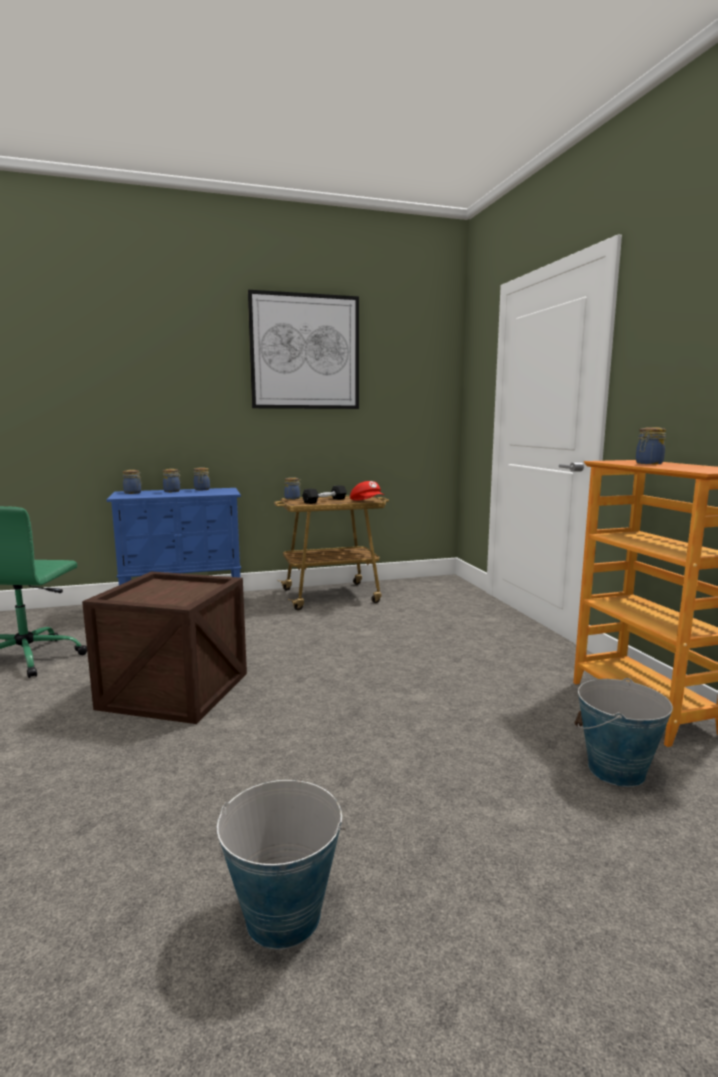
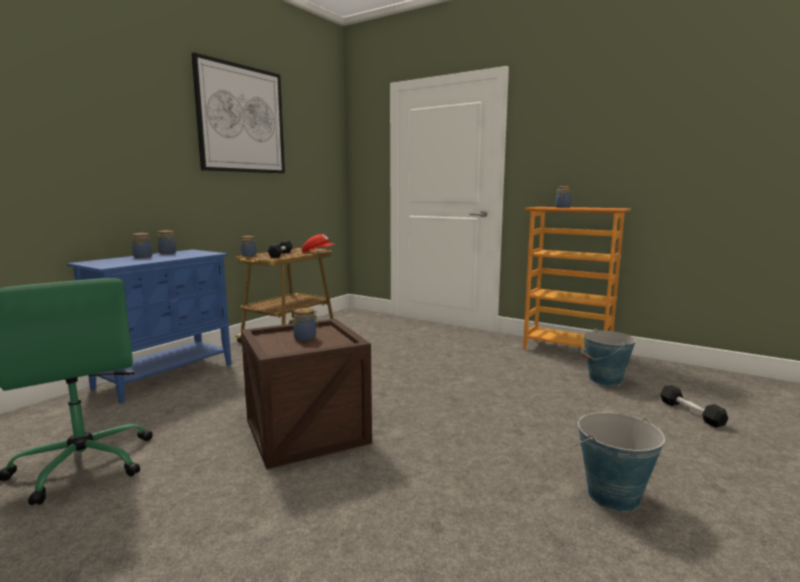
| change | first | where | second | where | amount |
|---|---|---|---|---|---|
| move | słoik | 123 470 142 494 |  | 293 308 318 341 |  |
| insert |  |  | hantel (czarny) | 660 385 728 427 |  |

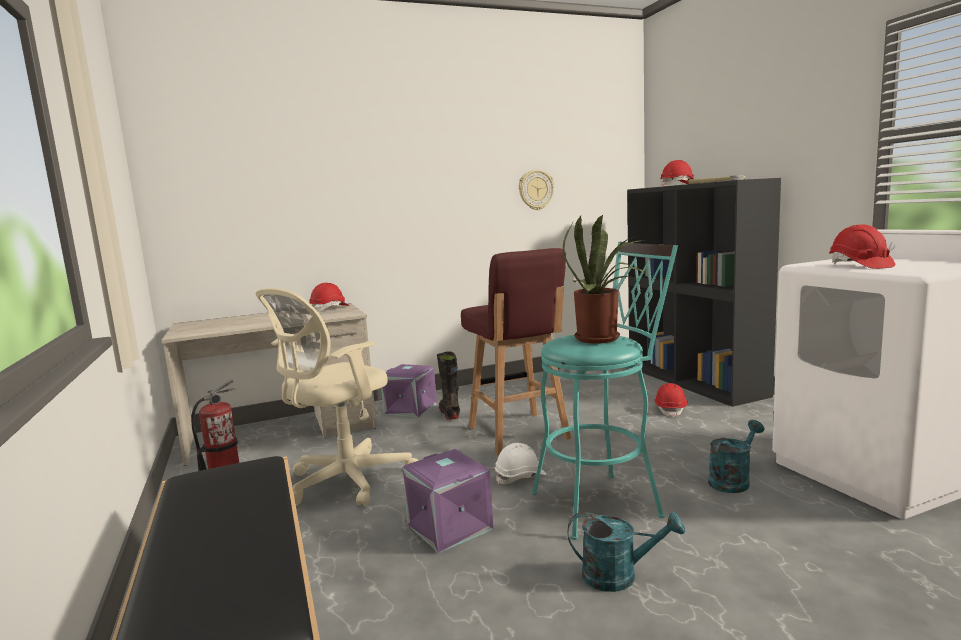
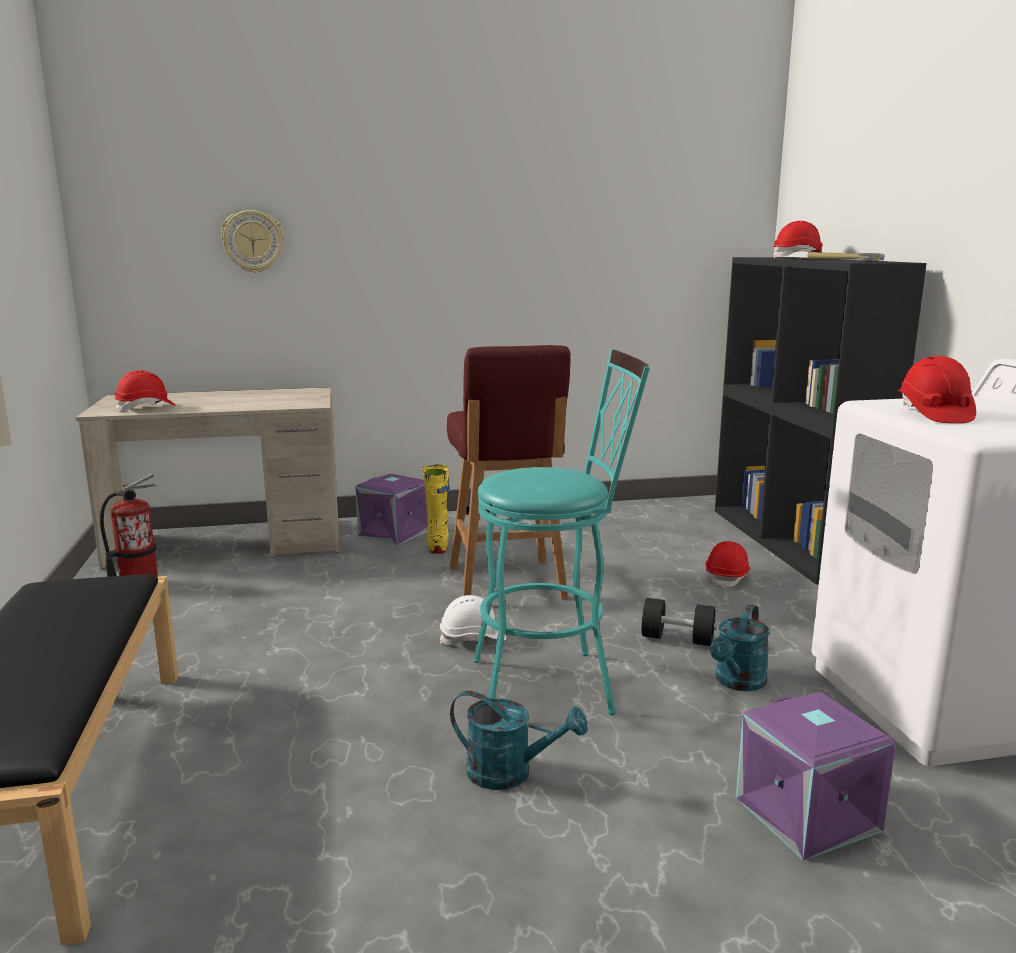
| change | first | where | second | where | amount |
|---|---|---|---|---|---|
| delete | krzesło biurowe (beżowy) | 256 288 419 506 |  |  |  |
| move | kask (czerwony) | 309 283 350 311 |  | 114 370 176 412 |  |
| move | pojemnik do przechowywania (fioletowy) | 402 449 494 553 |  | 736 692 896 861 |  |
| recolor | but z cholewką (czarny) | 437 351 460 420 | but z cholewką (żółty) | 423 464 450 554 |  |
| move | zegar ścienny | 519 170 554 210 |  | 221 210 284 273 |  |
| delete | roślina doniczkowa | 563 215 646 344 |  |  |  |
| rotate | konewka (turkusowy) | 708 420 764 493 |  | 710 604 770 691 | 150 degrees clockwise |
| insert |  |  | hantel (czarny) | 642 598 717 646 |  |

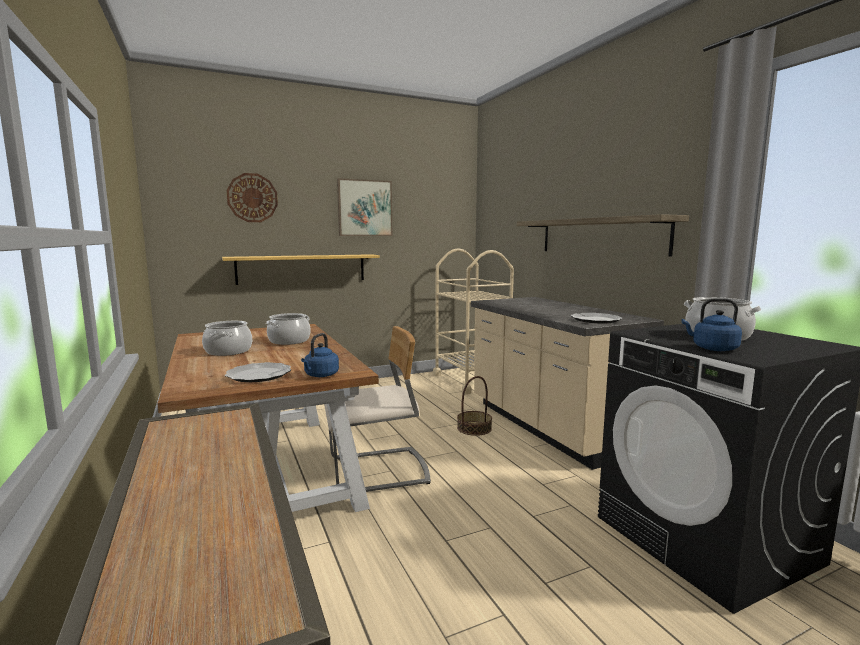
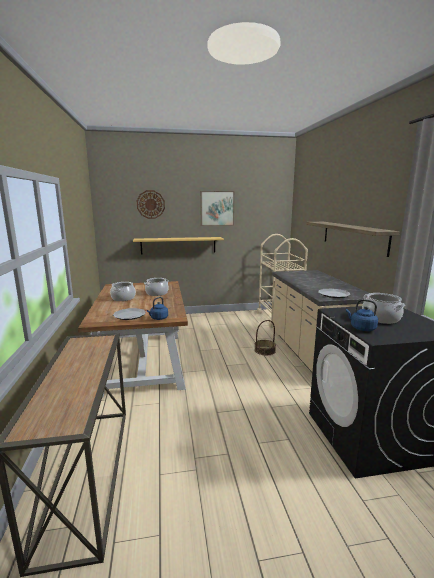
| change | first | where | second | where | amount |
|---|---|---|---|---|---|
| delete | krzesło (beżowy) | 324 326 431 492 |  |  |  |

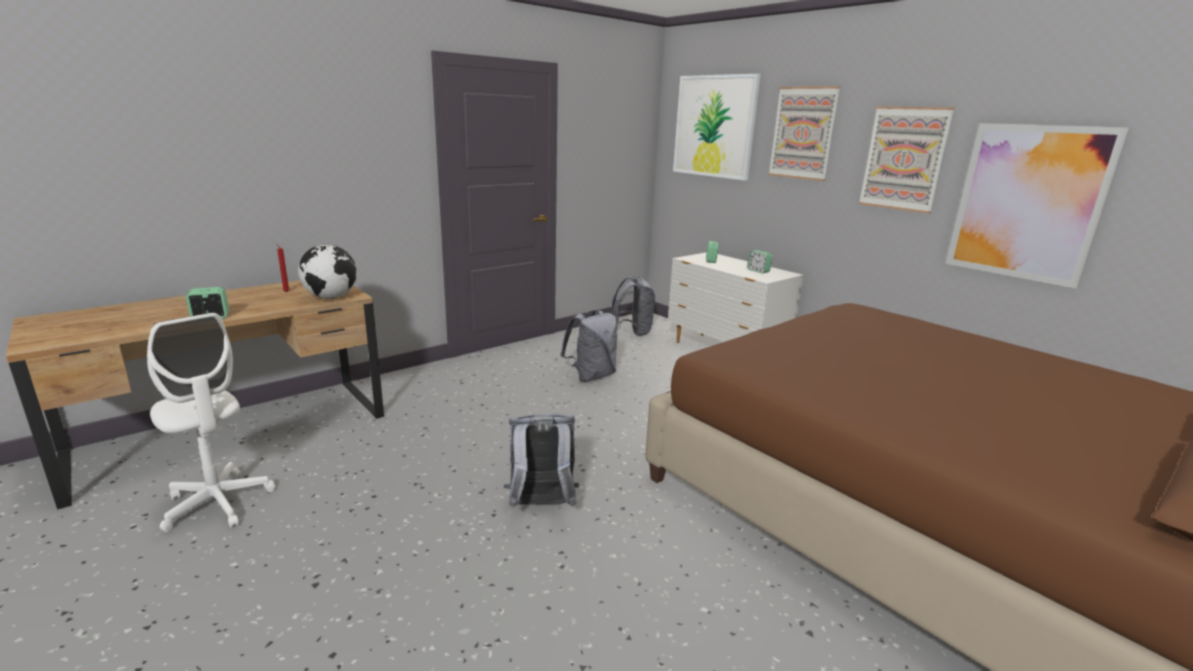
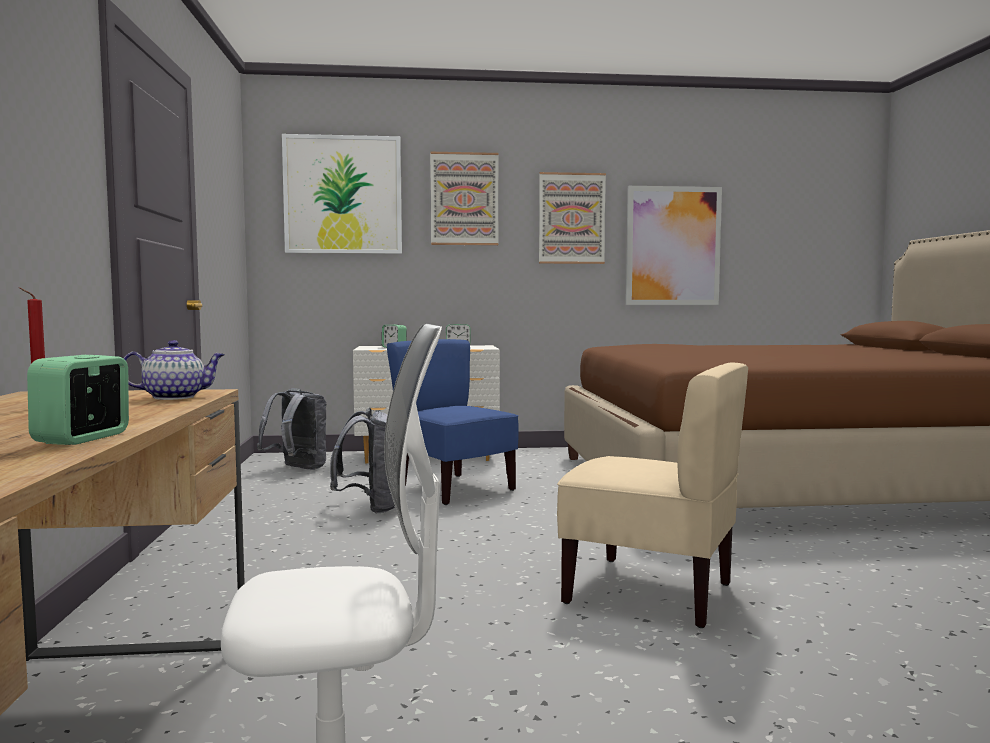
| change | first | where | second | where | amount |
|---|---|---|---|---|---|
| replace | globus | 298 245 357 299 | imbryk | 123 340 225 400 |  |
| replace | plecak (szary) | 504 413 579 508 | krzesło (beżowy) | 557 363 748 628 |  |
| insert |  |  | krzesło (niebieski) | 387 339 519 505 |  |

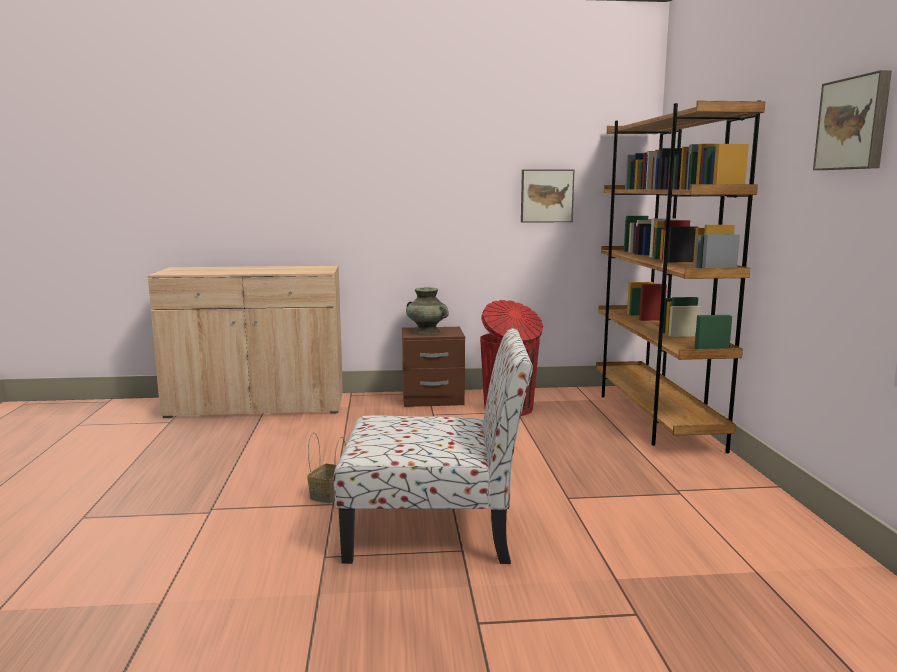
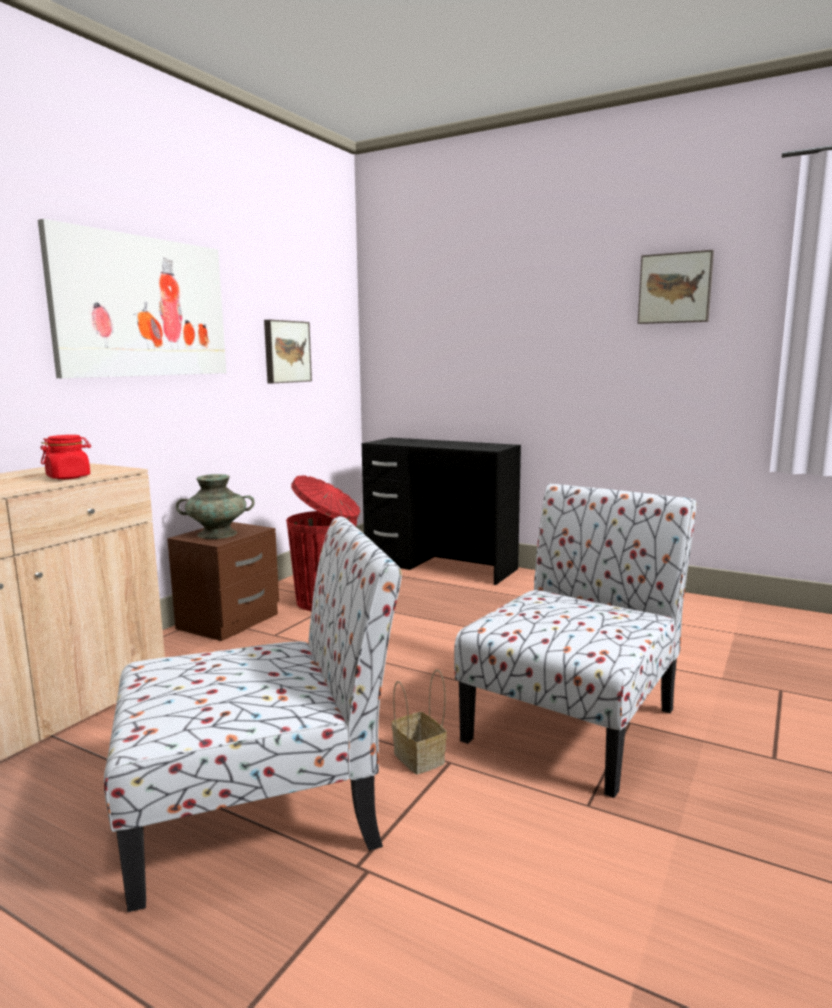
| change | first | where | second | where | amount |
|---|---|---|---|---|---|
| replace | regał (brązowy) | 596 101 765 453 | biurko (czarny) | 361 438 521 585 |  |
| insert |  |  | obraz | 38 219 226 378 |  |
| insert |  |  | słoik (czerwony) | 40 435 91 479 |  |
| insert |  |  | krzesło | 104 516 402 912 |  |

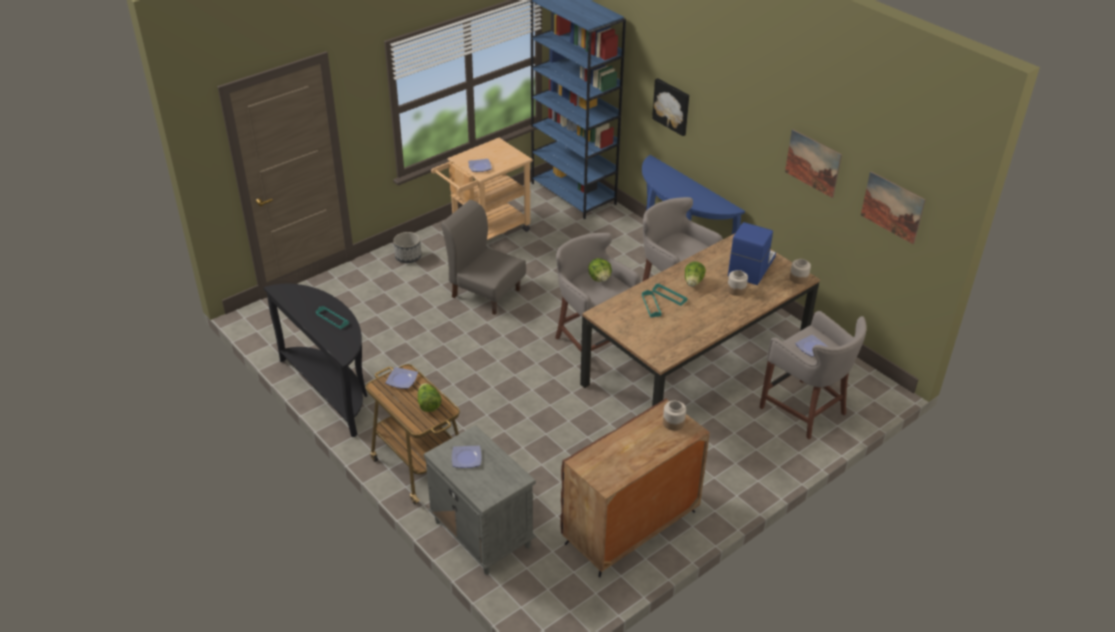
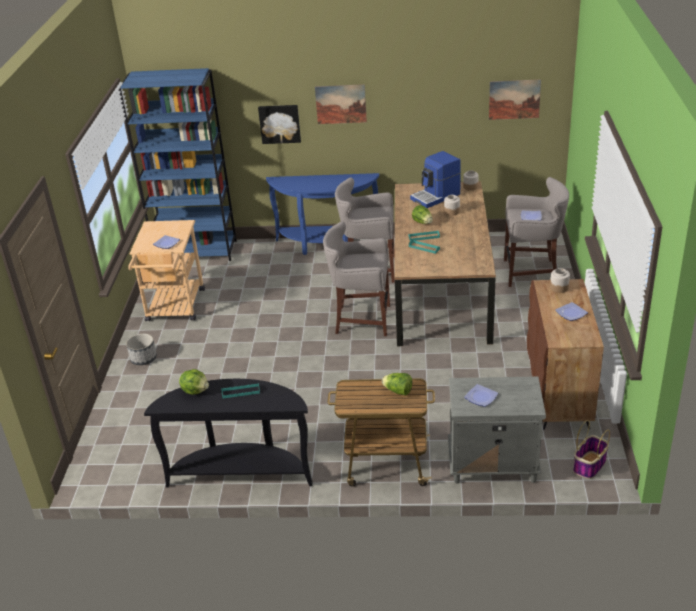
| change | first | where | second | where | amount |
|---|---|---|---|---|---|
| move | talerz | 385 367 418 389 |  | 555 302 588 321 |  |
| delete | krzesło (szary) | 441 200 526 315 |  |  |  |
| move | sałata | 588 258 612 282 |  | 179 369 209 395 |  |
| rotate | ekspres do kawy | 728 222 776 285 |  | 410 151 461 208 | 105 degrees counterclockwise |
| move | obraz | 785 129 842 198 |  | 315 84 367 124 |  |
| insert |  |  | koszyk | 573 420 610 479 |  |

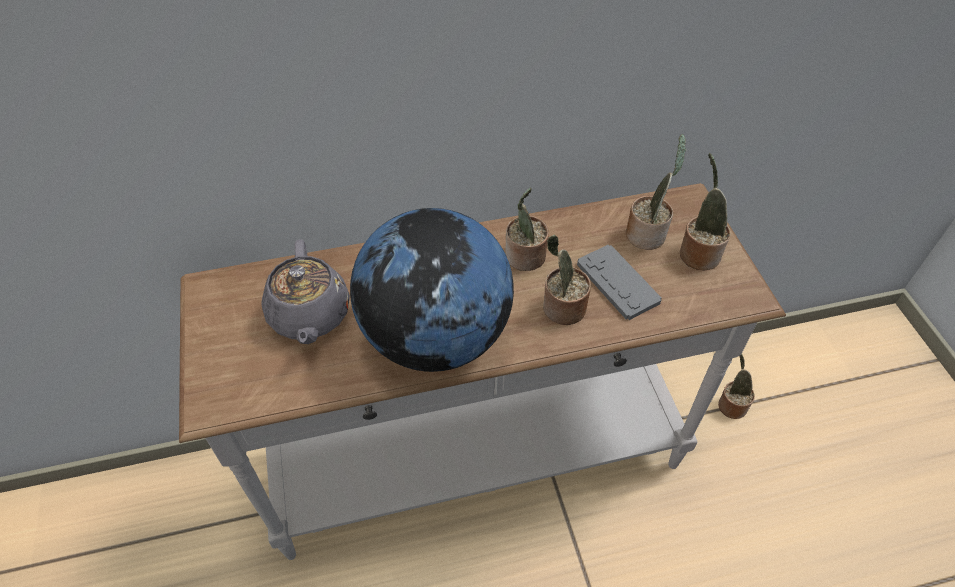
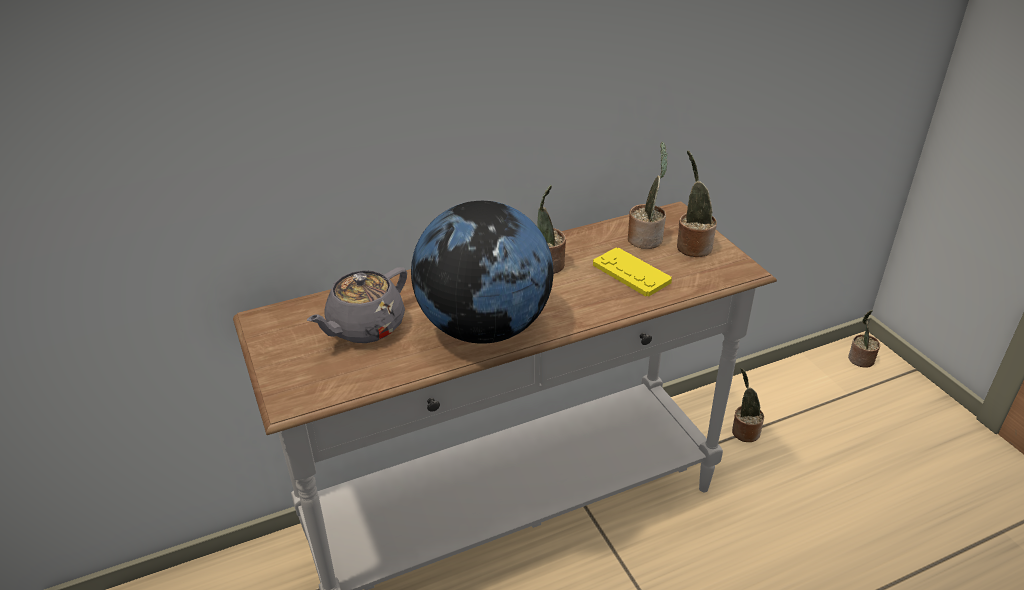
| change | first | where | second | where | amount |
|---|---|---|---|---|---|
| rotate | imbryk (szary) | 261 239 350 344 |  | 307 267 407 343 | 60 degrees clockwise |
| move | roślina doniczkowa | 543 235 591 325 |  | 848 310 880 368 |  |
| recolor | pad do gier (szary) | 577 245 662 320 | pad do gier (żółty) | 593 248 672 297 |  |

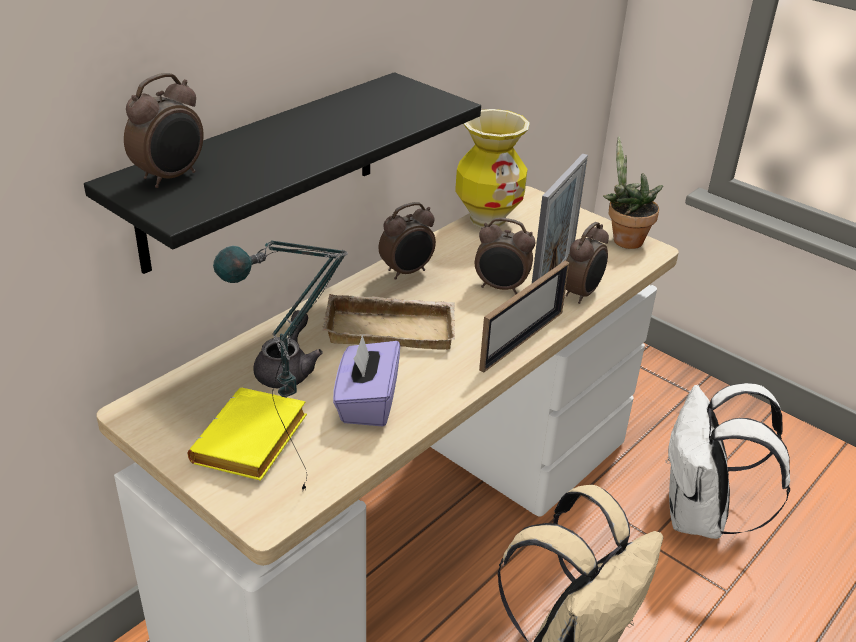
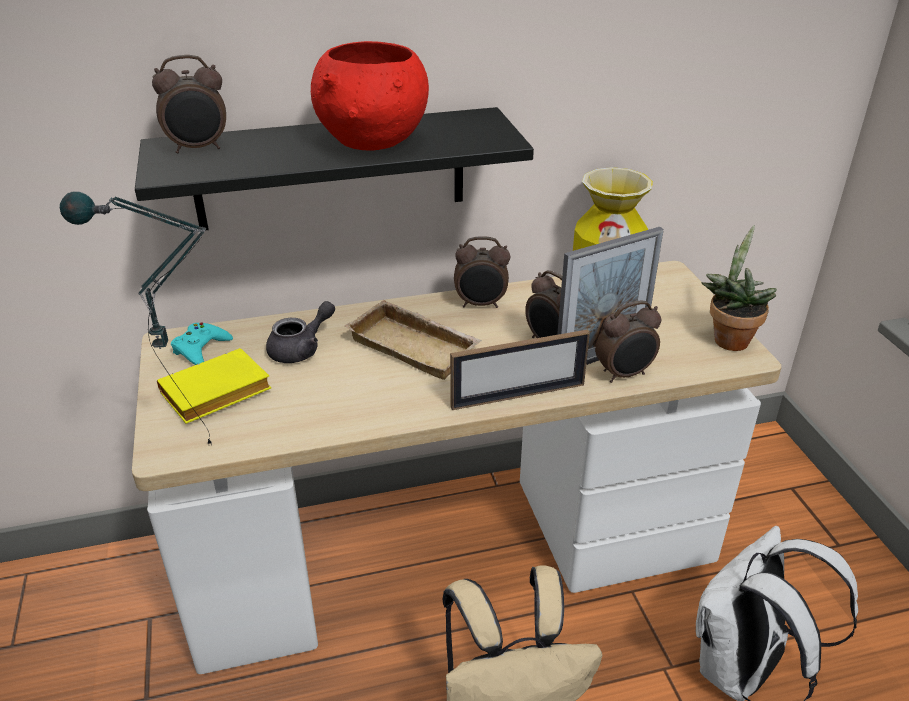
| change | first | where | second | where | amount |
|---|---|---|---|---|---|
| delete | pudełko chusteczek (fioletowy) | 333 335 400 427 |  |  |  |
| insert |  |  | pad do gier (turkusowy) | 171 322 233 365 |  |
| insert |  |  | miska (czerwony) | 311 41 429 150 |  |

